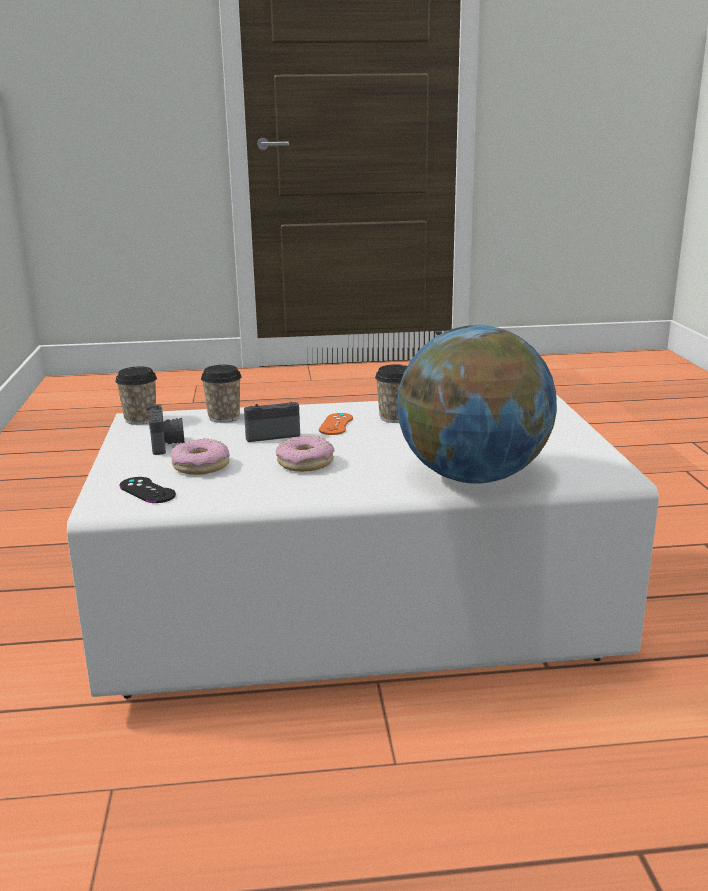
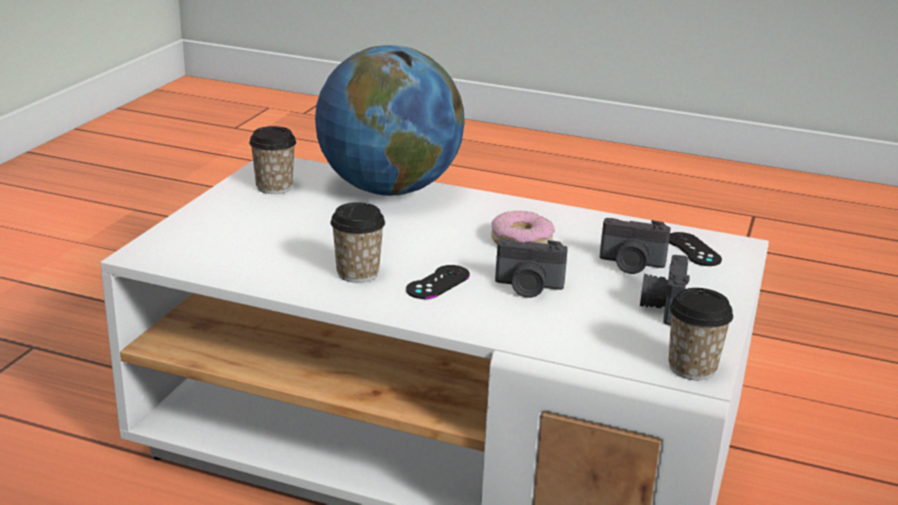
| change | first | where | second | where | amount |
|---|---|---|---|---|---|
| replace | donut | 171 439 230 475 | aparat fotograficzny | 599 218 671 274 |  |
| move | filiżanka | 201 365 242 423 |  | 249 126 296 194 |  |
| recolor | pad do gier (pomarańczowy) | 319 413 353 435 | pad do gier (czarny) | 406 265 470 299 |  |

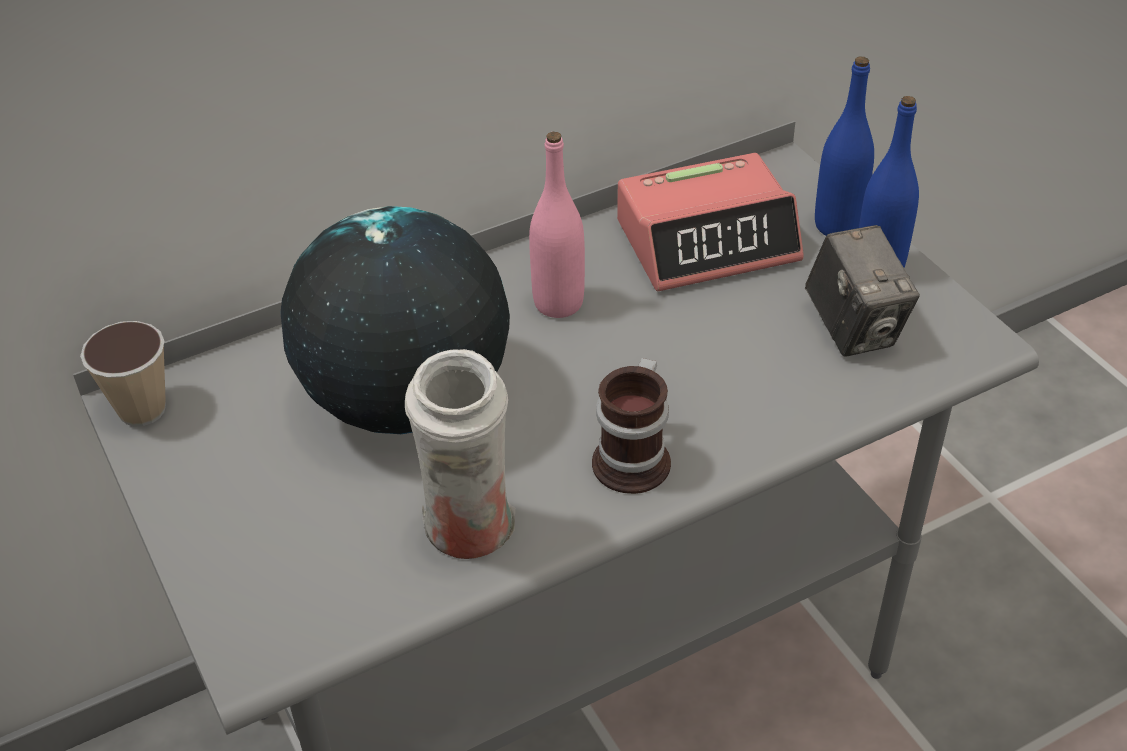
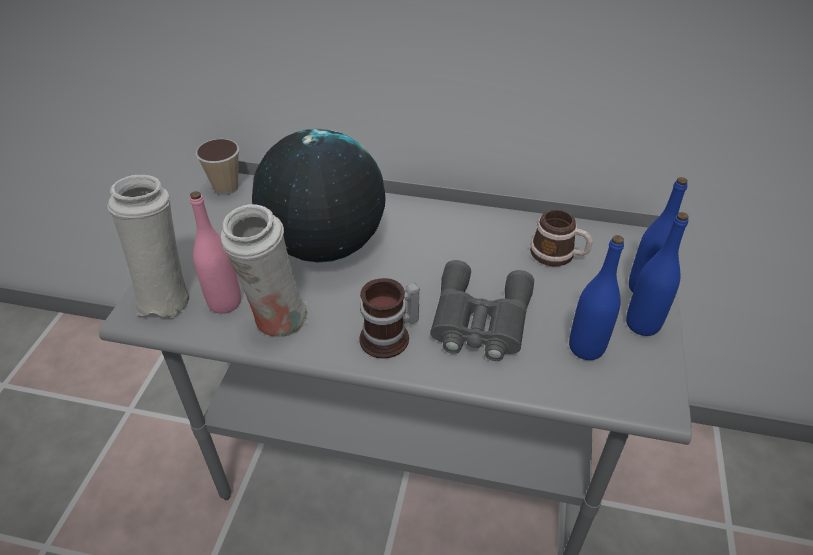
| change | first | where | second | where | amount |
|---|---|---|---|---|---|
| move | butelka (różowy) | 529 132 585 318 |  | 190 191 241 314 |  |
| replace | budzik | 617 153 804 291 | kubek | 530 210 593 266 |  |
| replace | aparat fotograficzny | 805 225 920 357 | butelka (niebieski) | 569 235 624 360 |  |
| insert |  |  | wazon (biały) | 107 175 189 318 |  |
| insert |  |  | lornetka (szary) | 430 260 534 361 |  |

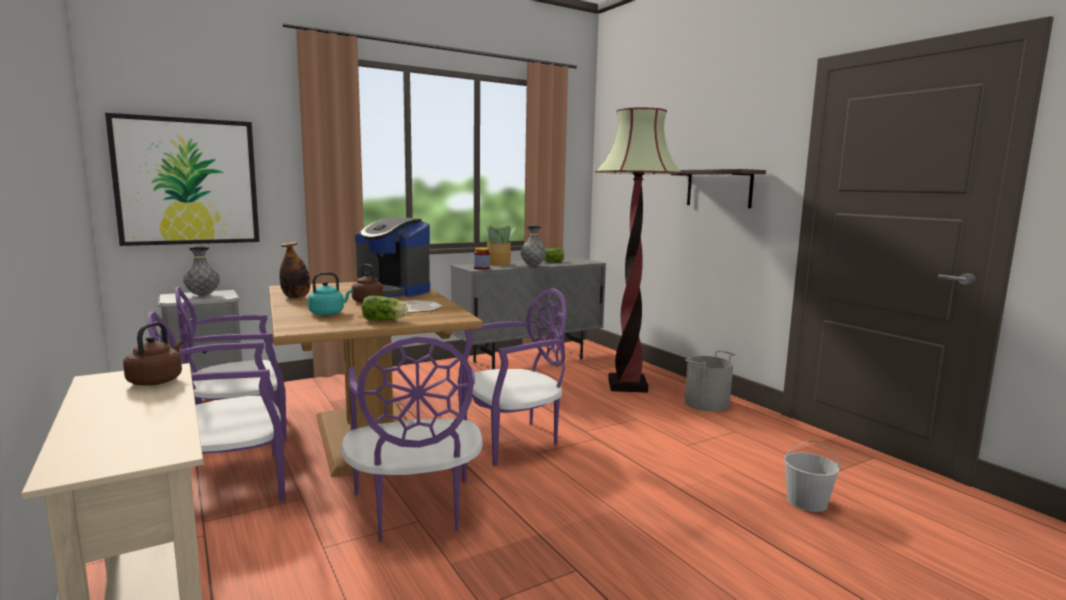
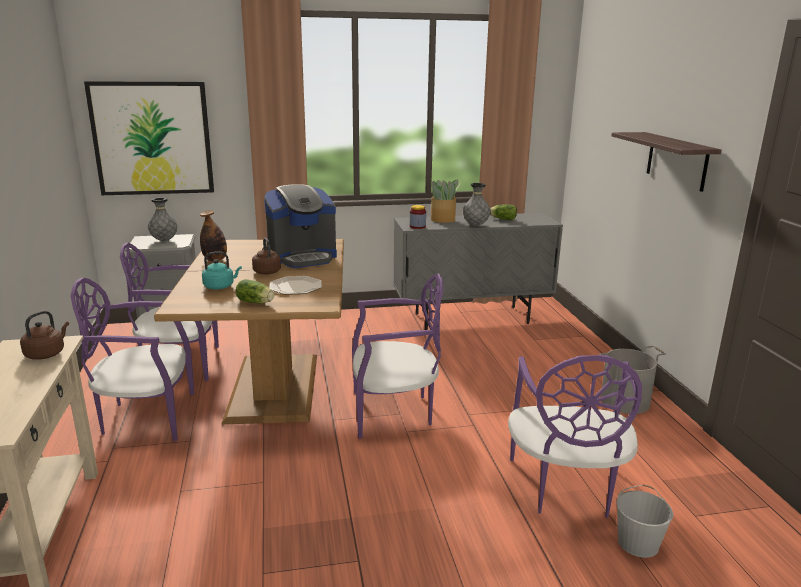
| change | first | where | second | where | amount |
|---|---|---|---|---|---|
| move | krzesło (fioletowy) | 341 336 483 542 |  | 508 355 642 518 |  |
| rotate | ekspres do kawy | 355 218 430 297 |  | 264 184 337 268 | 75 degrees counterclockwise |
| delete | lampa stojąca | 595 107 683 393 |  |  |  |

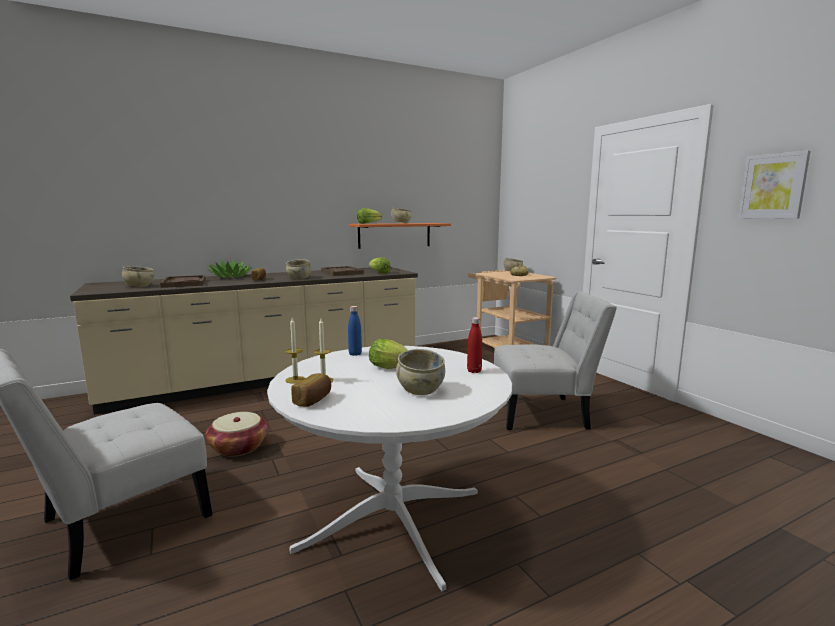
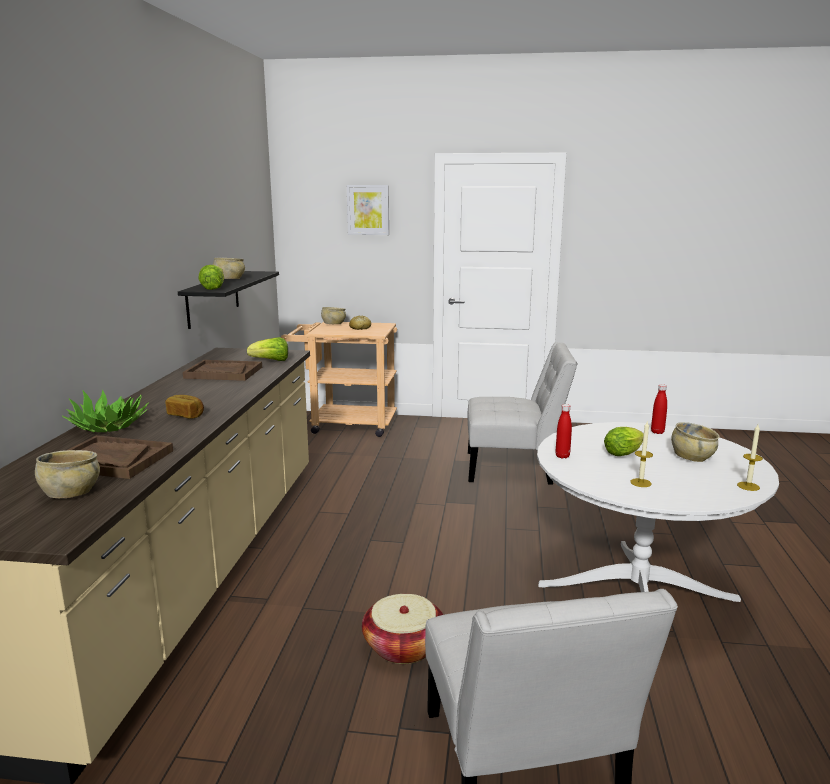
| change | first | where | second | where | amount |
|---|---|---|---|---|---|
| move | świeca | 285 318 305 384 |  | 737 424 763 491 |  |
| delete | miska (beżowy) | 286 259 311 279 |  |  |  |
| delete | chleb | 291 373 331 407 |  |  |  |
| recolor | butelka (niebieski) | 348 306 362 356 | butelka (czerwony) | 555 404 572 459 |  |
| recolor | półka (pomarańczowy) | 349 223 451 249 | półka (czarny) | 178 271 279 329 |  |
| rotate | krzesło (biały) | 494 291 617 430 |  | 468 342 577 485 | 60 degrees clockwise |
| move | obraz | 738 150 811 219 |  | 347 185 389 235 |  |

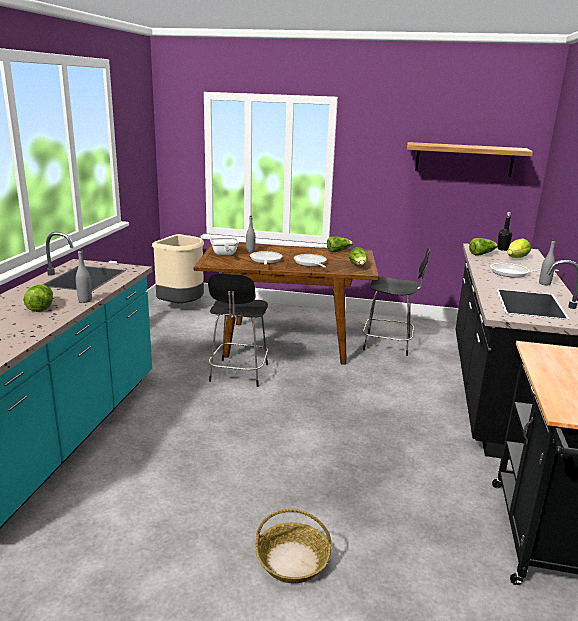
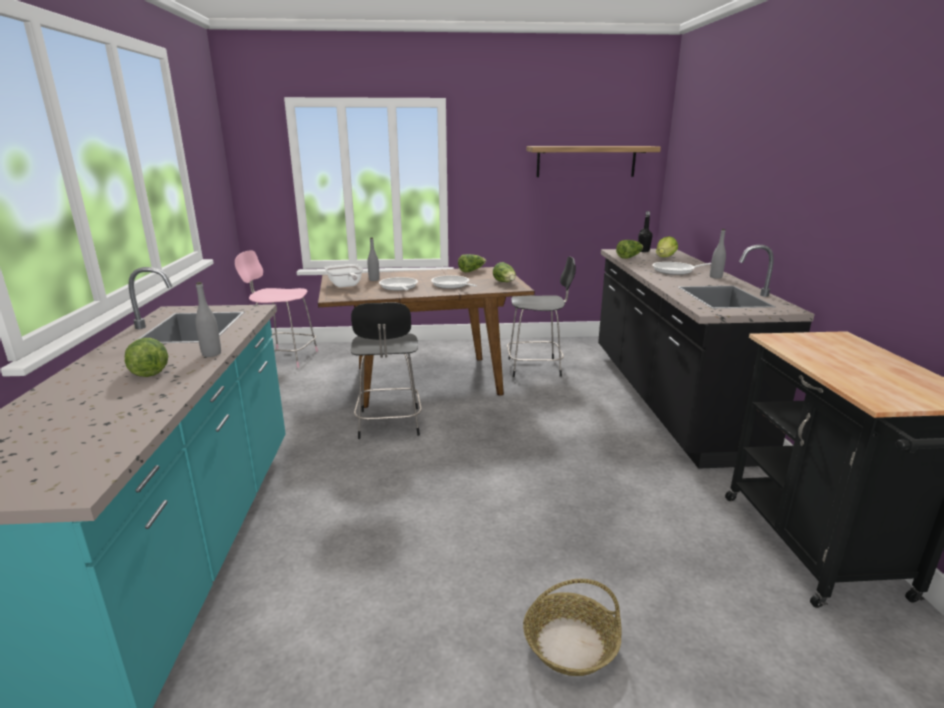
| change | first | where | second | where | amount |
|---|---|---|---|---|---|
| replace | kosz na śmieci (beżowy) | 152 234 204 303 | krzesło (różowy) | 235 250 318 368 |  |

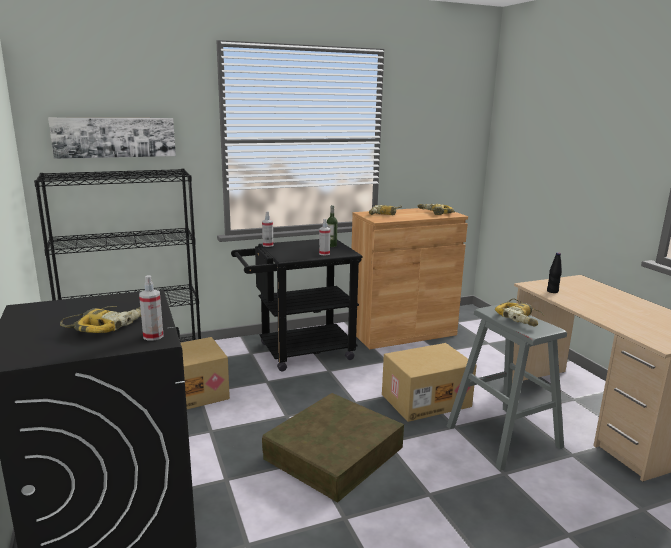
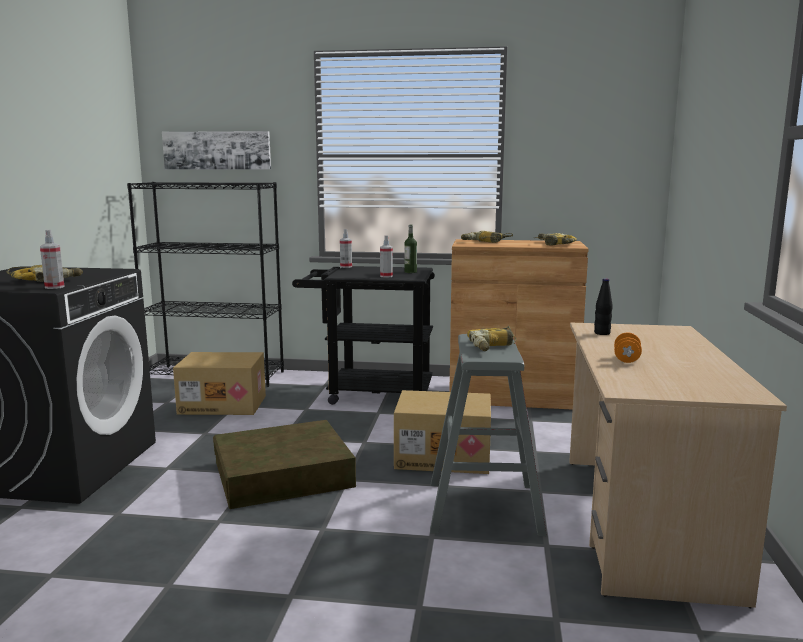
| change | first | where | second | where | amount |
|---|---|---|---|---|---|
| insert |  |  | hantel (pomarańczowy) | 614 332 642 363 |  |

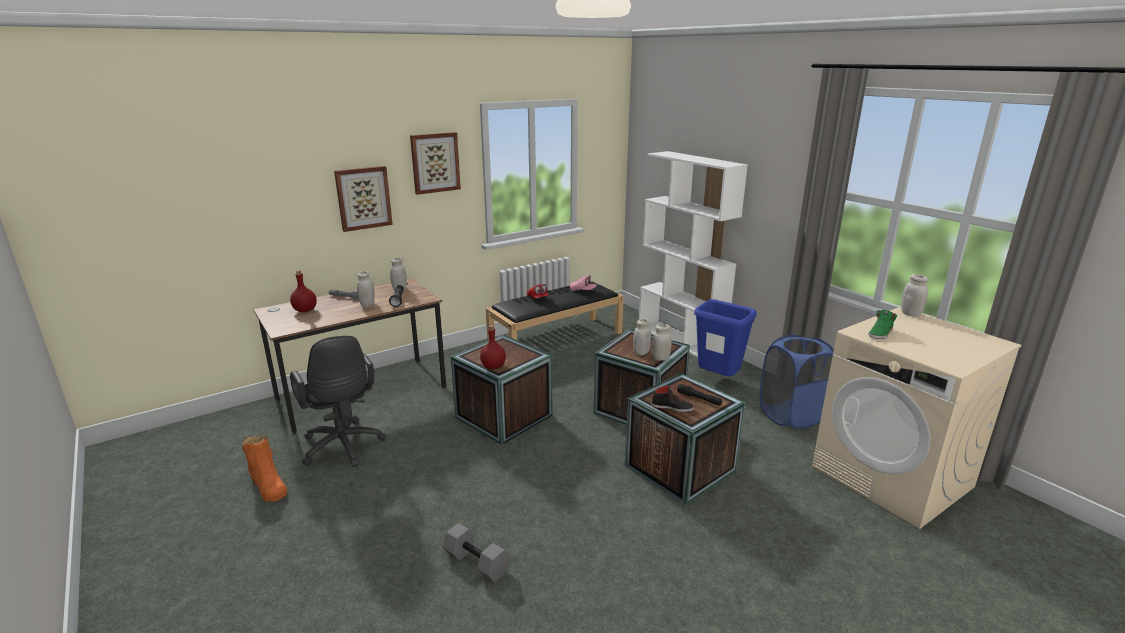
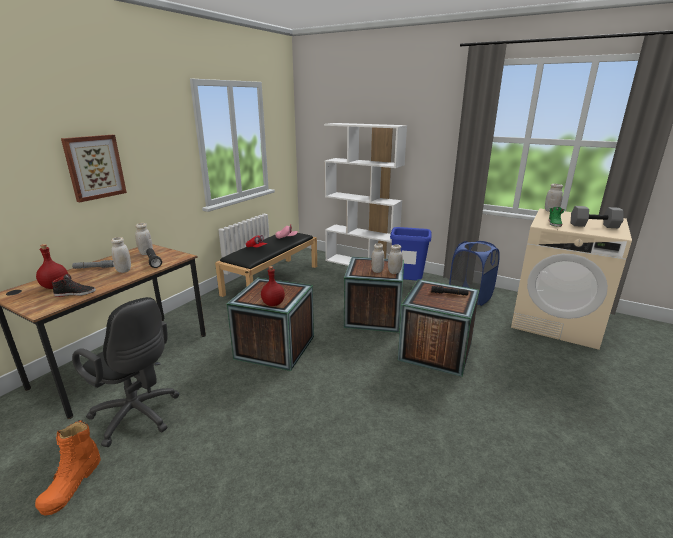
| change | first | where | second | where | amount |
|---|---|---|---|---|---|
| rotate | but z cholewką (pomarańczowy) | 242 436 287 502 |  | 35 420 101 515 | 75 degrees clockwise |
| delete | obraz | 410 132 461 195 |  |  |  |
| move | hantel (szary) | 442 523 510 582 |  | 571 206 624 228 |  |
| move | but (czarny) | 651 385 694 412 |  | 52 274 96 297 |  |

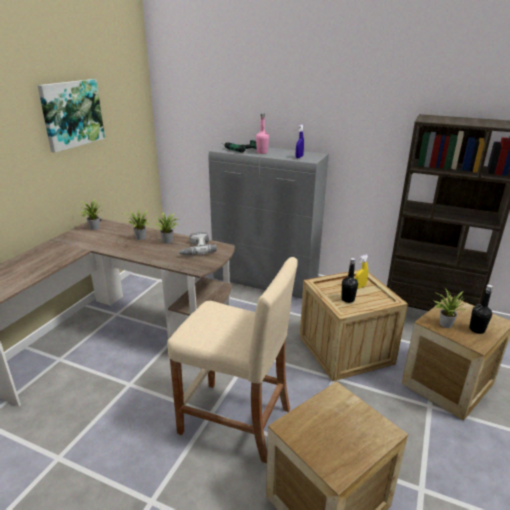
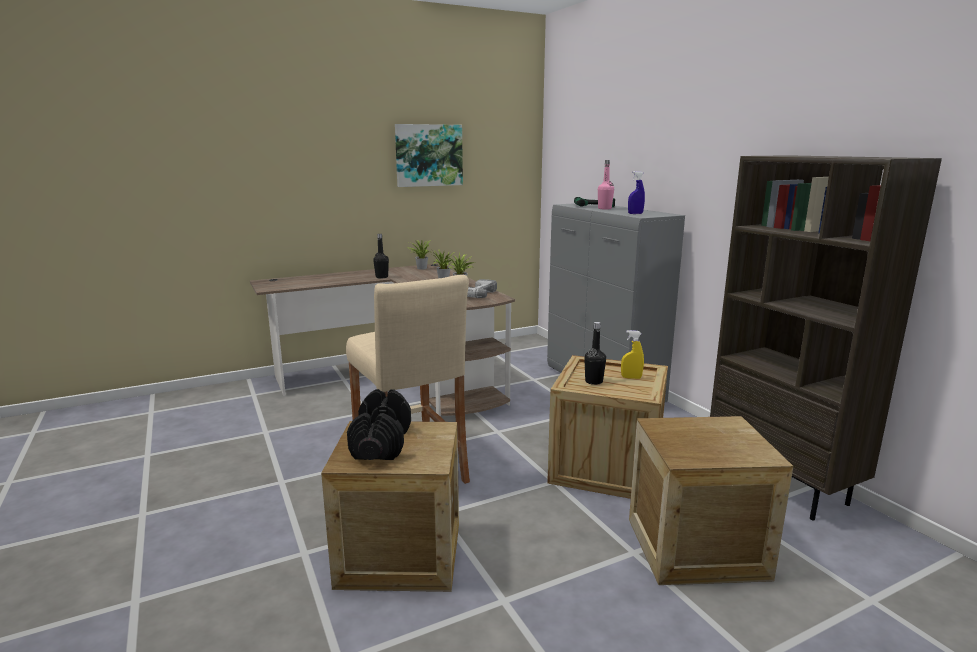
| change | first | where | second | where | amount |
|---|---|---|---|---|---|
| delete | roślina doniczkowa | 434 287 465 328 |  |  |  |
| move | butelka (czarny) | 469 285 493 334 |  | 373 234 389 279 |  |
| insert |  |  | hantel (czarny) | 347 389 411 460 |  |

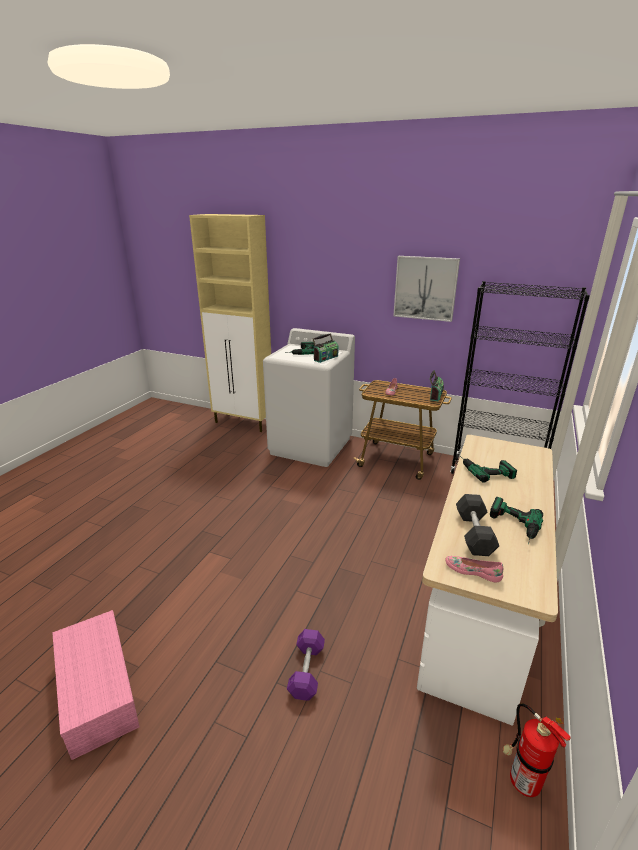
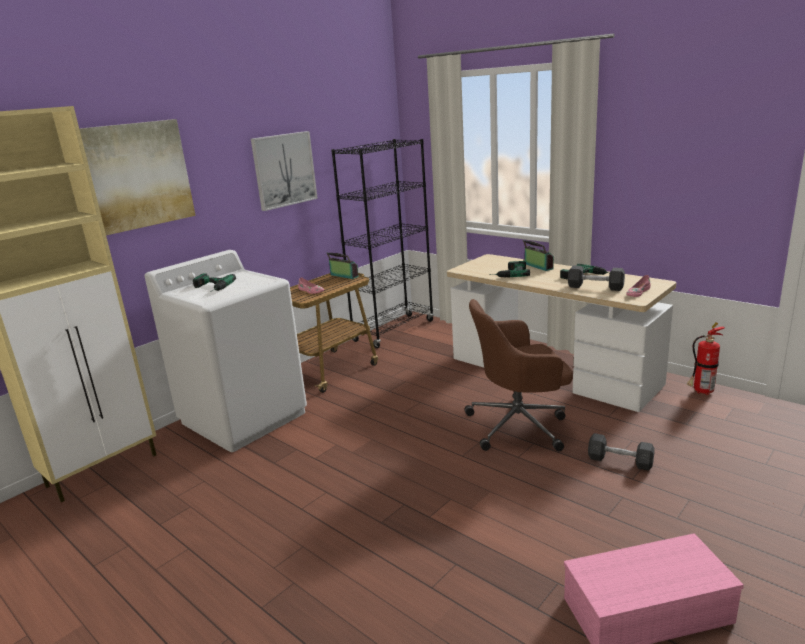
| change | first | where | second | where | amount |
|---|---|---|---|---|---|
| recolor | hantel (fioletowy) | 287 629 325 701 | hantel (szary) | 588 433 655 471 |  |
| move | radio | 313 333 338 363 |  | 523 240 554 271 |  |
| insert |  |  | obraz | 79 119 196 235 |  |
| insert |  |  | krzesło biurowe (brązowy) | 464 299 573 451 |  |

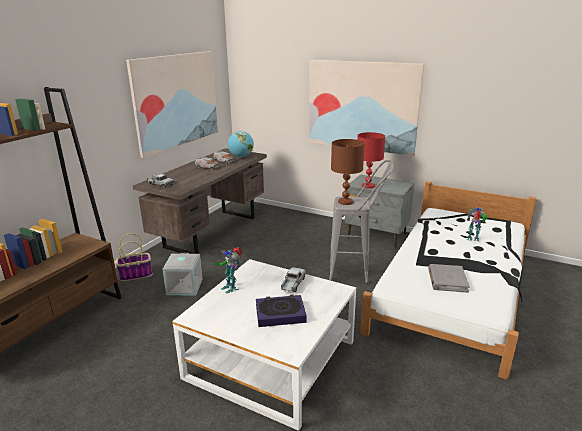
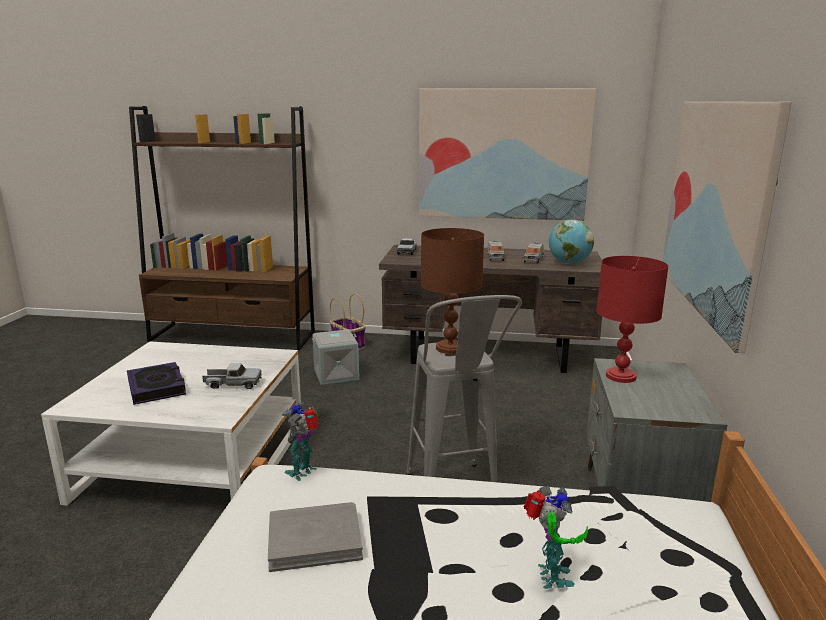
| change | first | where | second | where | amount |
|---|---|---|---|---|---|
| move | robot zabawkowy | 215 247 242 293 |  | 281 402 319 481 |  |

